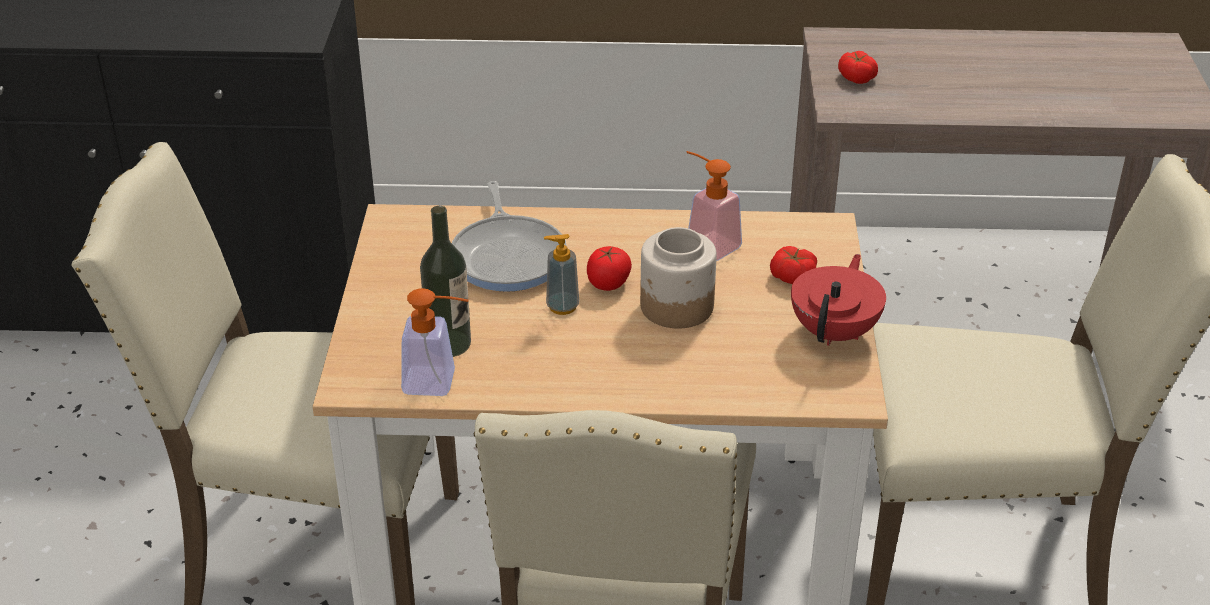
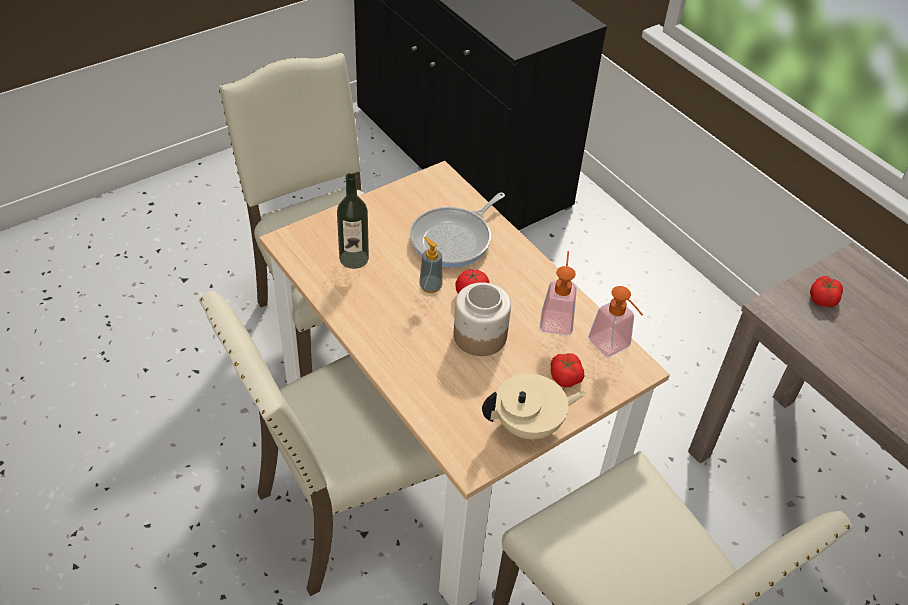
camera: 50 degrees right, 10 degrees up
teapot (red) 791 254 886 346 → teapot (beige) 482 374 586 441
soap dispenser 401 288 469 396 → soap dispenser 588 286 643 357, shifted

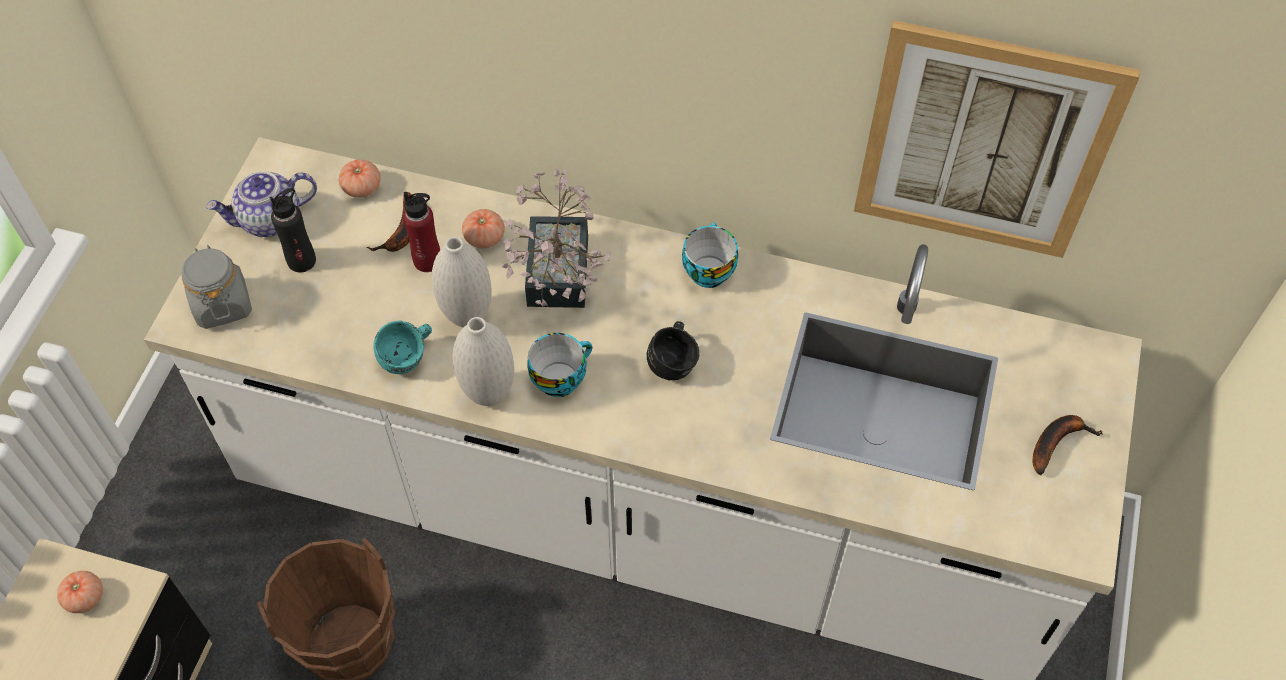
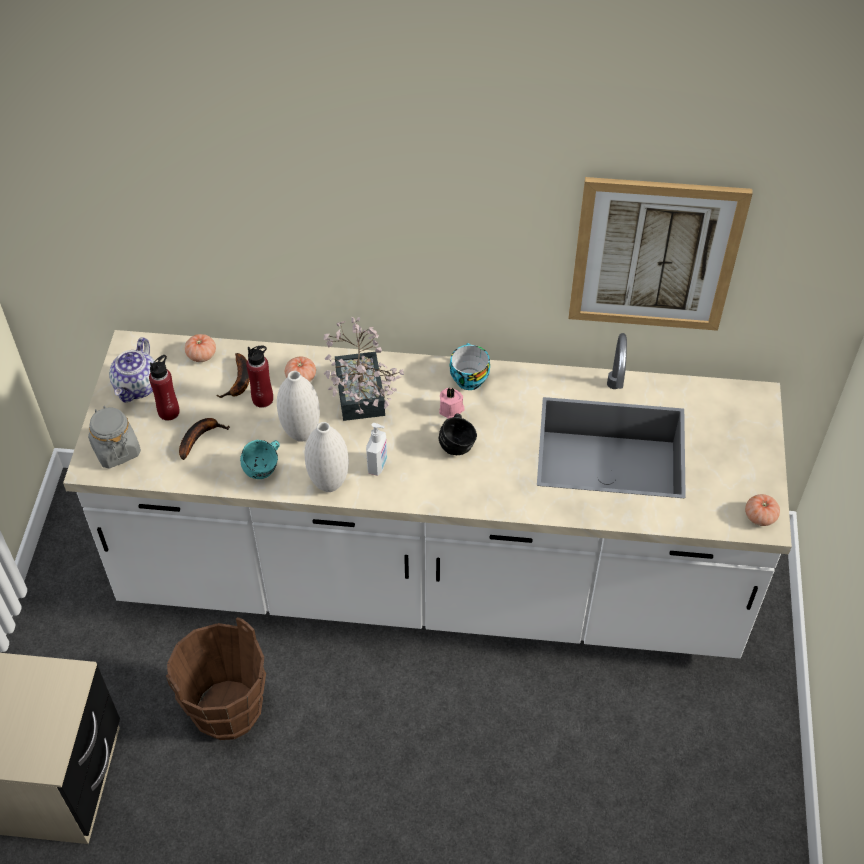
camera: 10 degrees left, 5 degrees down
teapot 206 171 317 237 → teapot 109 337 154 402, 45 degrees counterclockwise
bottle (black) 269 188 316 273 → bottle (red) 149 355 180 421
banana 1033 415 1103 475 → banana 179 418 230 460, shifted
cup 527 333 592 397 → soap dispenser 366 423 387 476
- → candle (pink) 439 387 465 419
tomato 57 571 103 613 → tomato 745 494 780 526, shifted

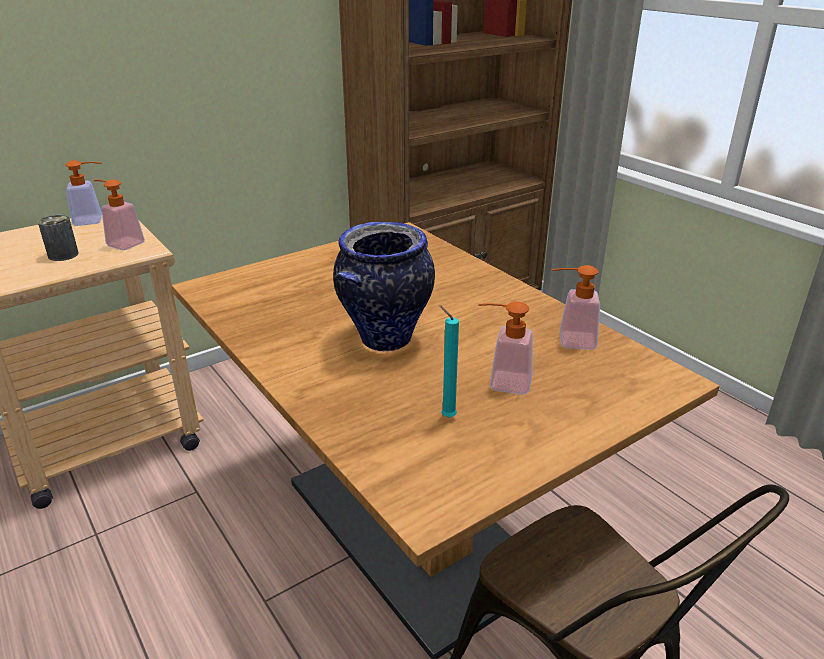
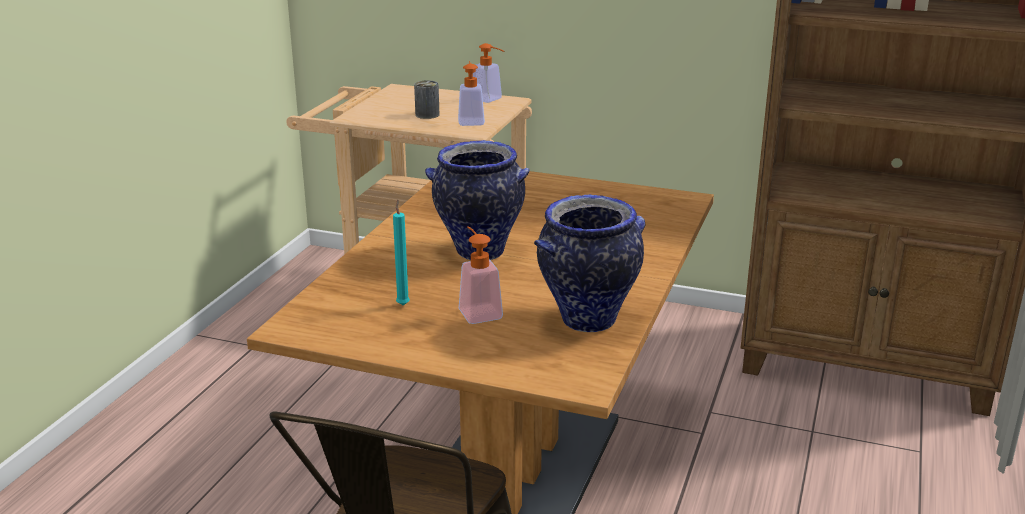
camera: 55 degrees right, 5 degrees down
soap dispenser 551 265 600 350 → vase 534 195 646 332

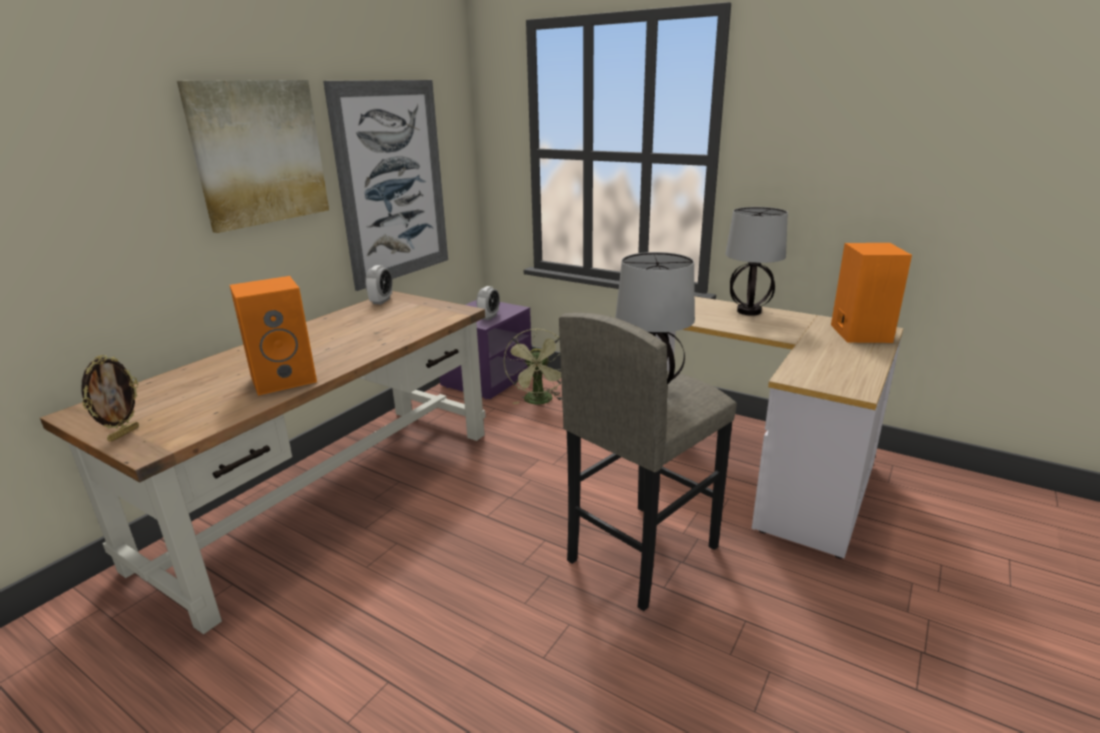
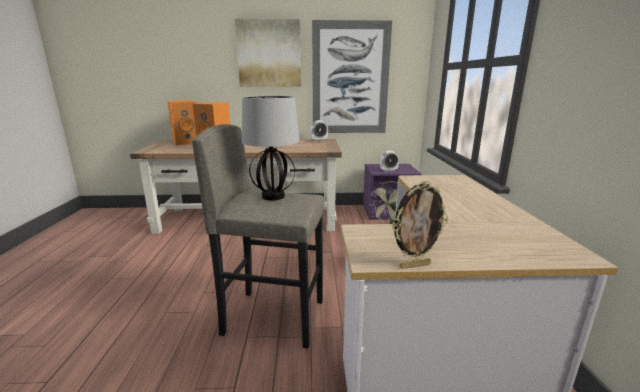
camera: 55 degrees right, 5 degrees down
speaker (orange) 831 243 912 343 → speaker (orange) 167 100 196 145, shifted
picture frame 82 355 139 442 → picture frame 392 181 448 269, shifted
table lamp 726 207 788 316 → -

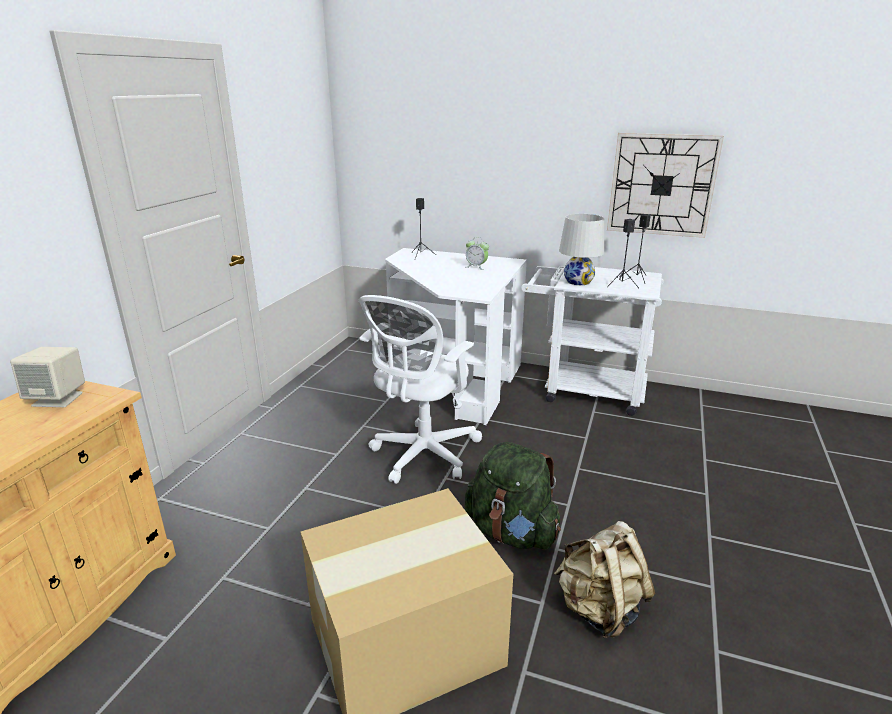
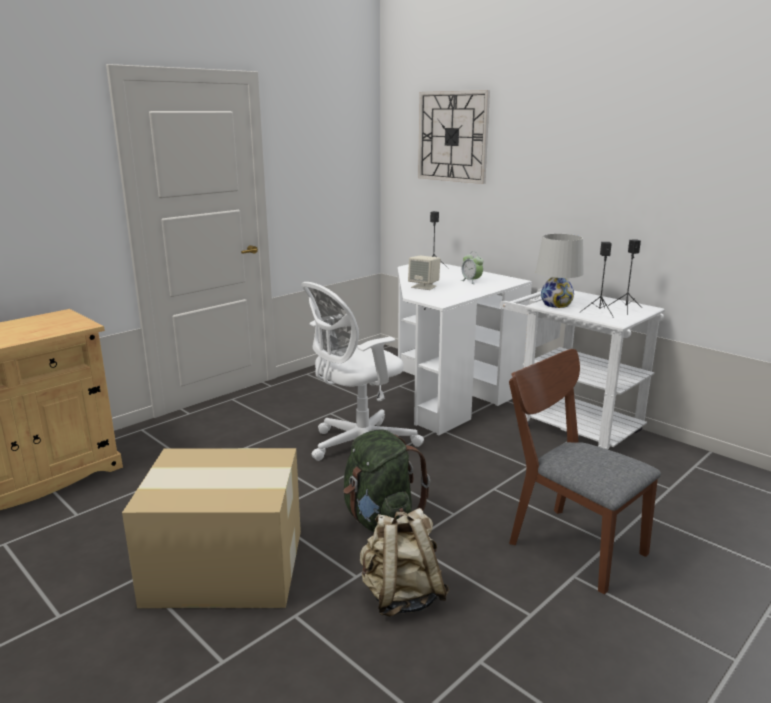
camera: 25 degrees right, 5 degrees down
speaker (beige) 10 347 85 407 → speaker (beige) 408 256 440 290, shifted
wall clock 607 133 724 238 → wall clock 418 90 490 184, shifted
- → chair (brown) 509 349 661 595

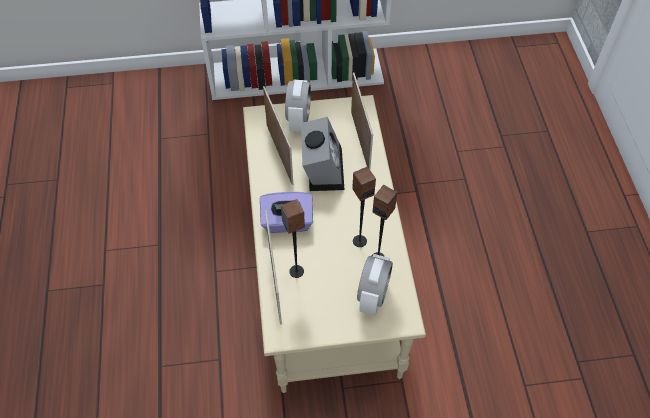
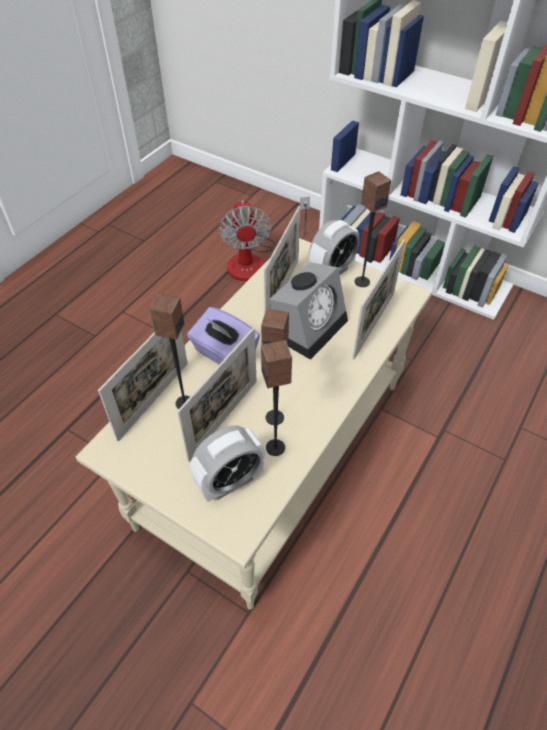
camera: 40 degrees right, 5 degrees down
- → picture frame 177 328 257 462
- → fan 219 197 310 281
- → speaker 355 171 391 287

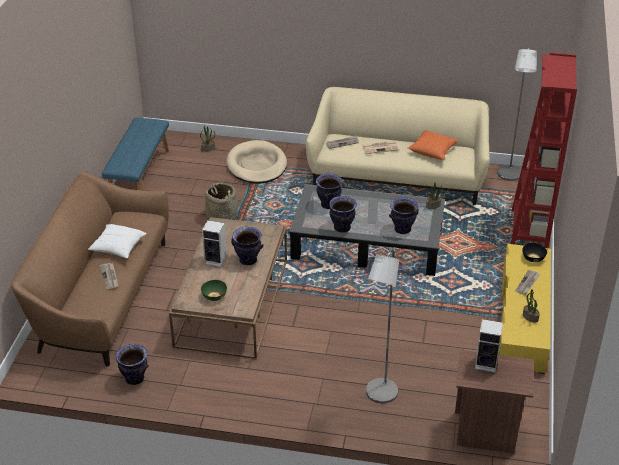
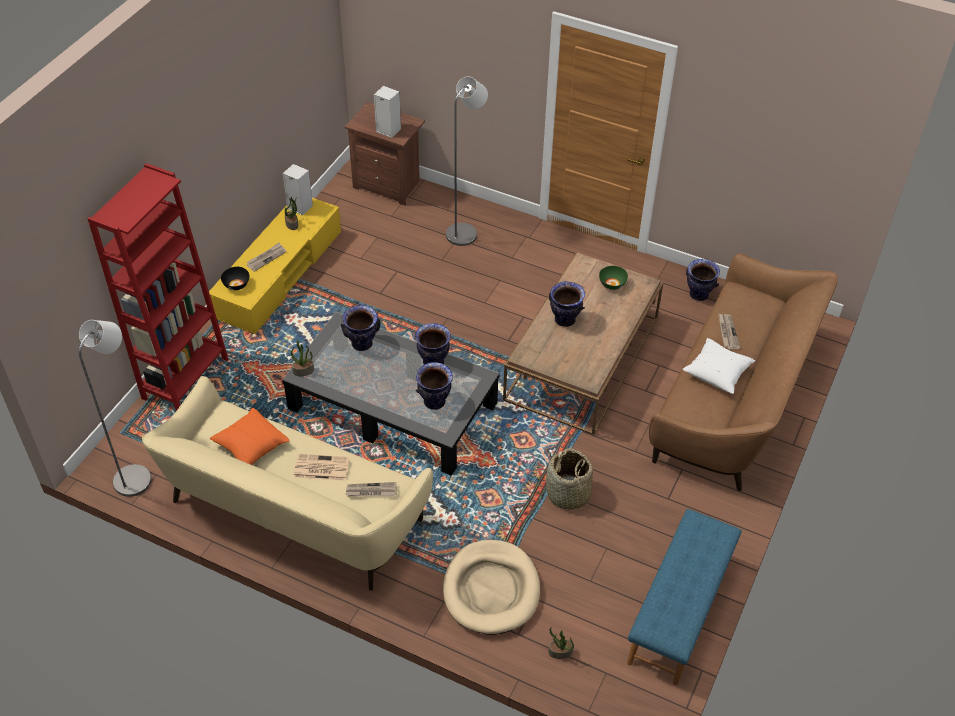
camera: 165 degrees left, 10 degrees up
speaker 202 220 227 267 → speaker 283 164 313 216, shifted

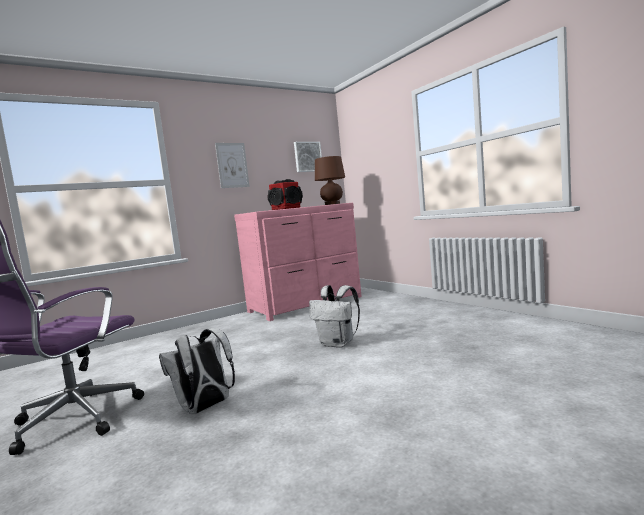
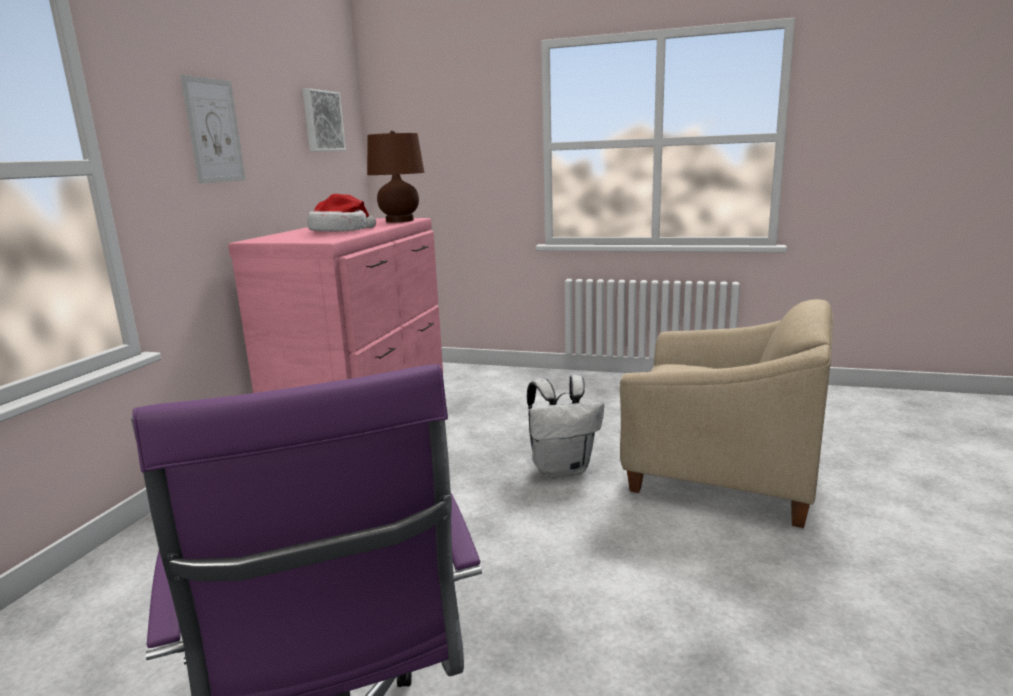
camera: 40 degrees left, 10 degrees up
speaker 267 179 303 210 → hat 307 194 376 232
- → armchair (beige) 620 299 833 528
backpack (white) 159 329 235 414 → -

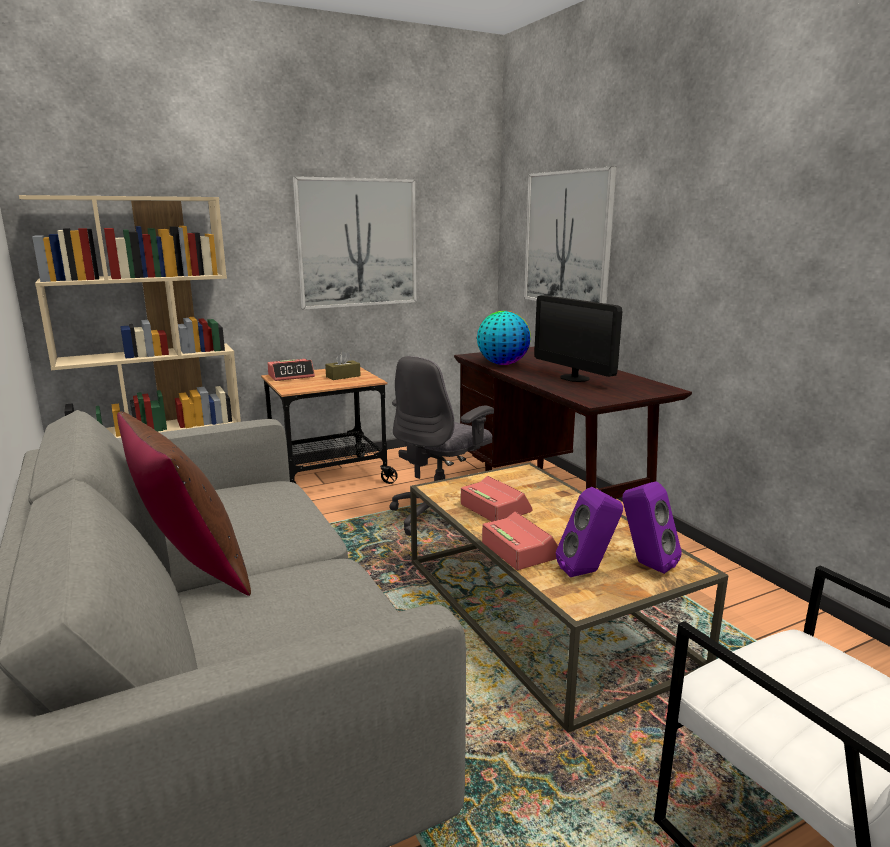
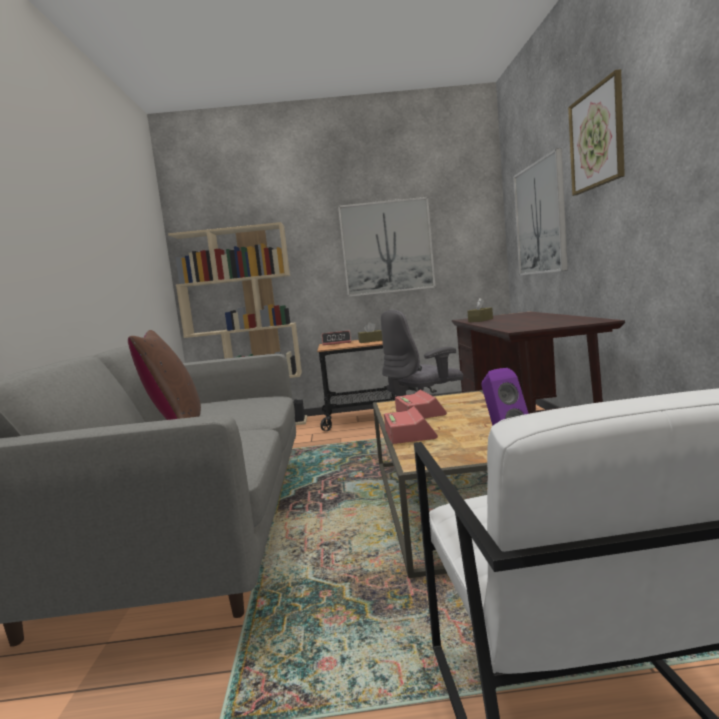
camera: 25 degrees right, 10 degrees down
globe 477 311 531 365 → tissue box (brown) 467 298 493 322
- → picture 568 69 625 196
monitor 535 295 622 382 → -
speaker (purple) 556 487 623 577 → -

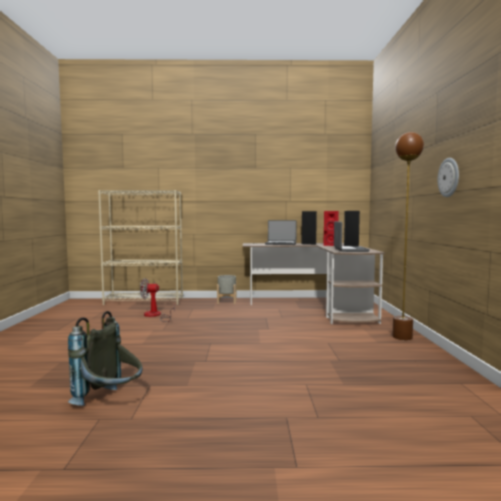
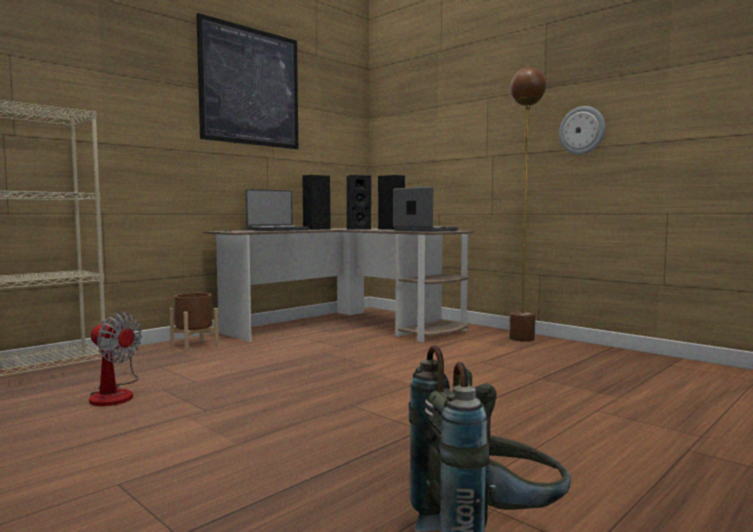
camera: 45 degrees left, 0 degrees up
fan 140 278 175 322 → fan 89 312 142 406, 105 degrees counterclockwise
planter (grey) 217 275 236 304 → planter (brown) 169 293 219 351
- → picture 196 13 298 149
speaker (red) 323 211 339 246 → speaker (black) 347 175 371 230

